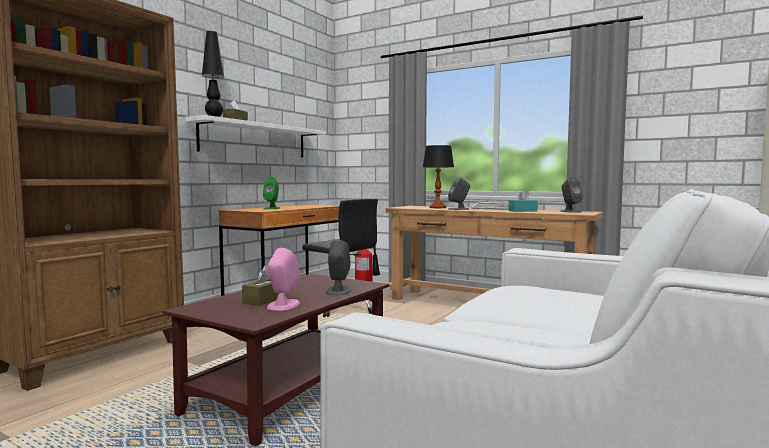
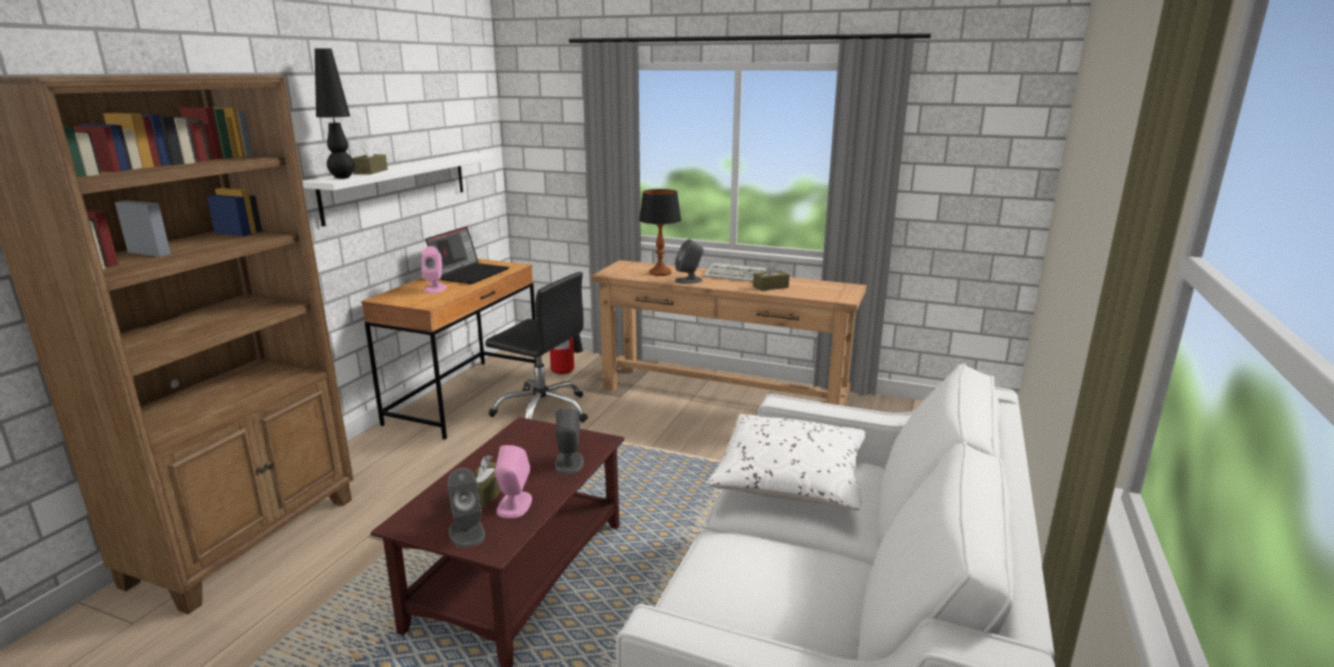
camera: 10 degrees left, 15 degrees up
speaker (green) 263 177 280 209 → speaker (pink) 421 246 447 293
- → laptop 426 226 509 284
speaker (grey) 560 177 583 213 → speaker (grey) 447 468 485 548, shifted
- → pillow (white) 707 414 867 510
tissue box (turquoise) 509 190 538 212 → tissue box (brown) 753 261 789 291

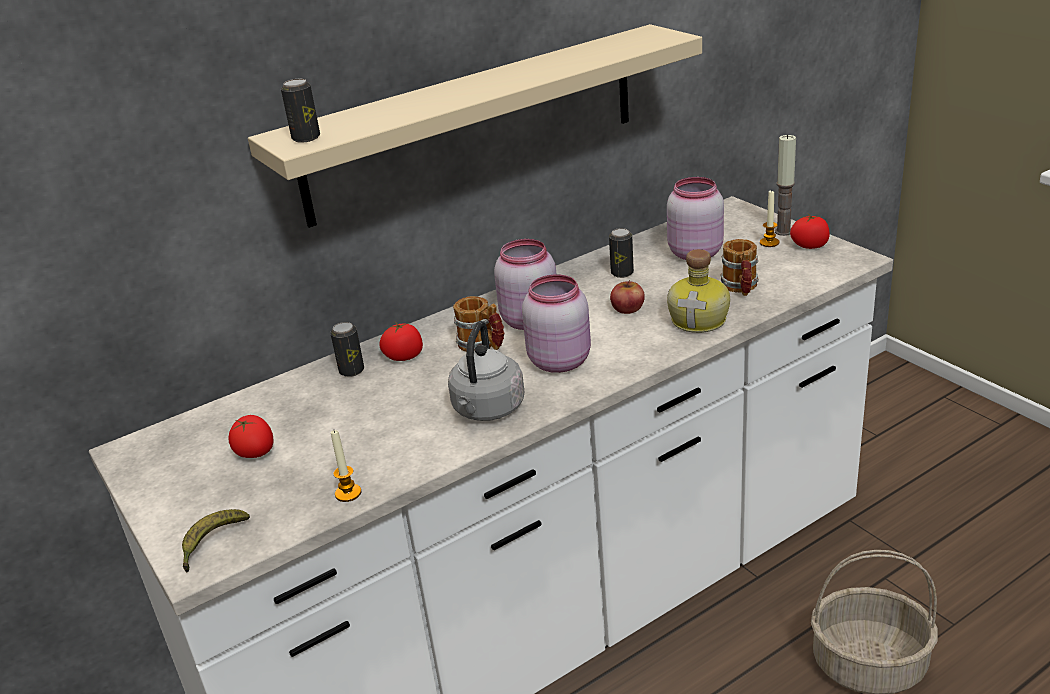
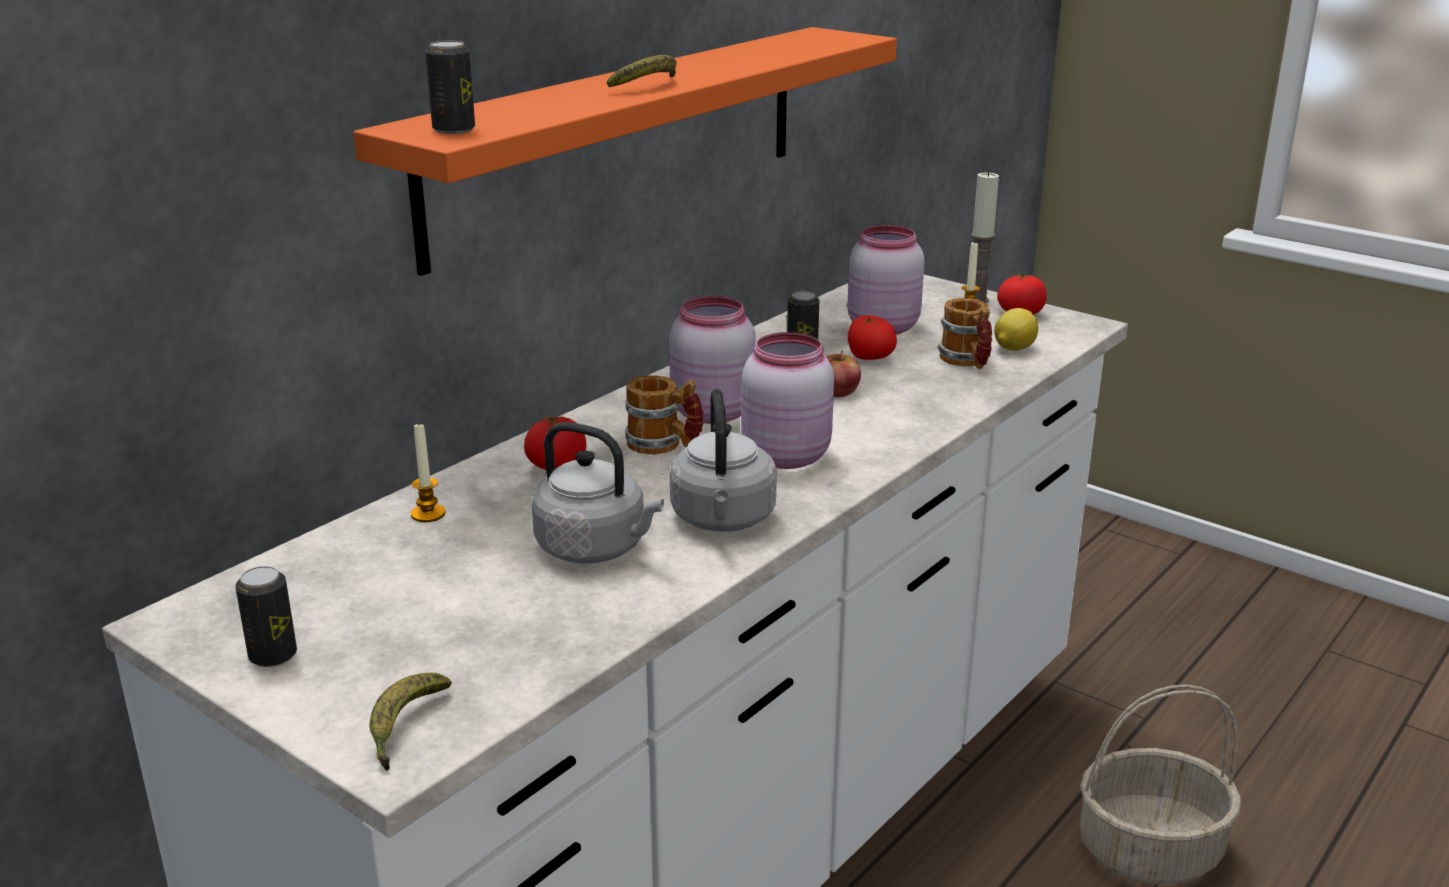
camera: 20 degrees left, 5 degrees down
can 330 322 364 377 → can 235 566 297 667, shifted
shelf (beige) 248 24 702 228 → shelf (orange) 353 27 897 276
candle 331 430 361 502 → candle 411 422 446 522, shifted
- → kettle (grey) 532 422 664 563
- → banana 607 55 677 87
tomato 229 415 273 458 → tomato 848 316 897 360, shifted
- → lemon 994 308 1038 351
bottle 667 249 730 333 → -

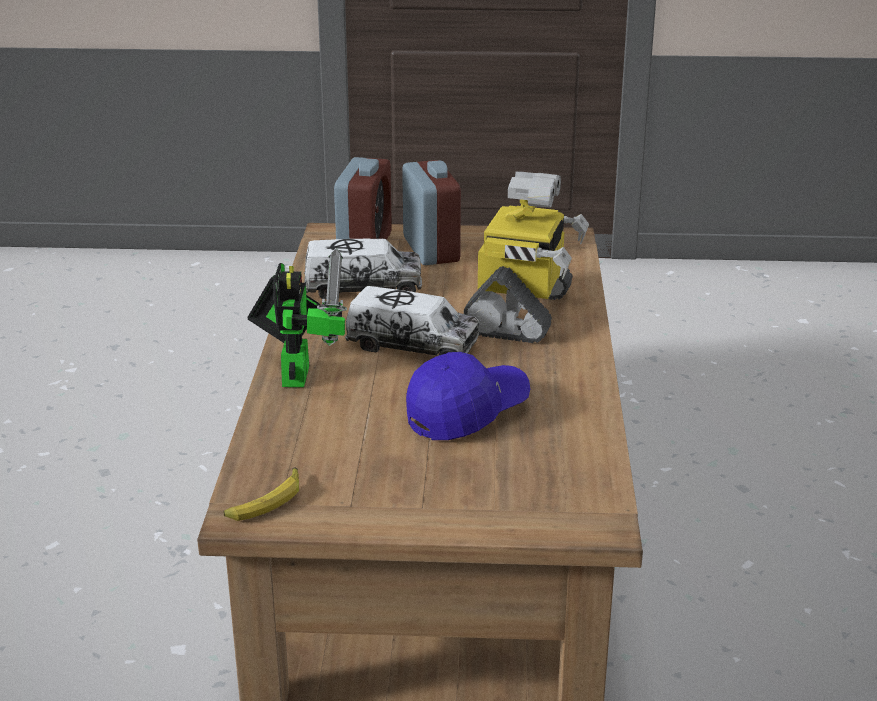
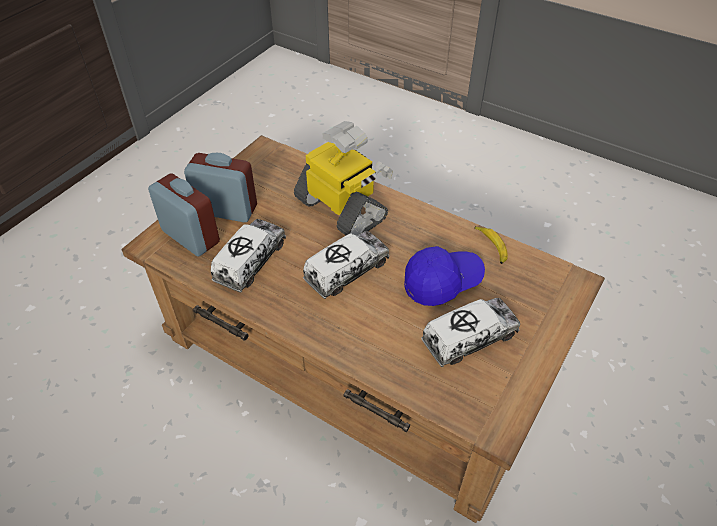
camera: 60 degrees left, 20 degrees up
cap (blue) 406 352 530 440 → cap (blue) 404 246 485 306, 75 degrees clockwise
- → toy truck 421 298 520 367
banana 223 467 299 521 → banana 474 226 508 264, shifted
toy robot 247 248 347 387 → -

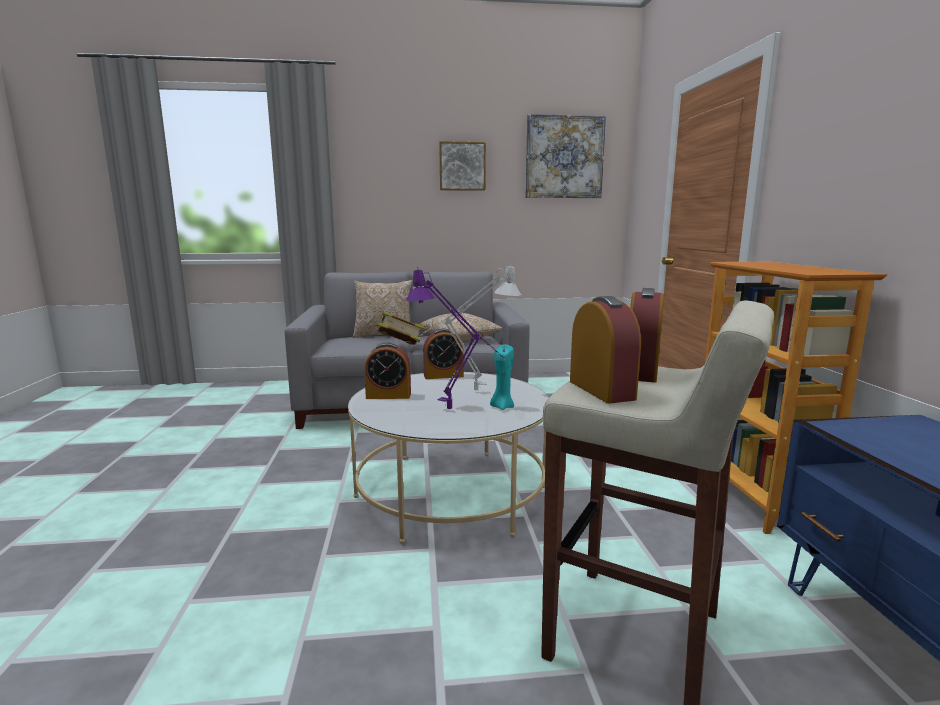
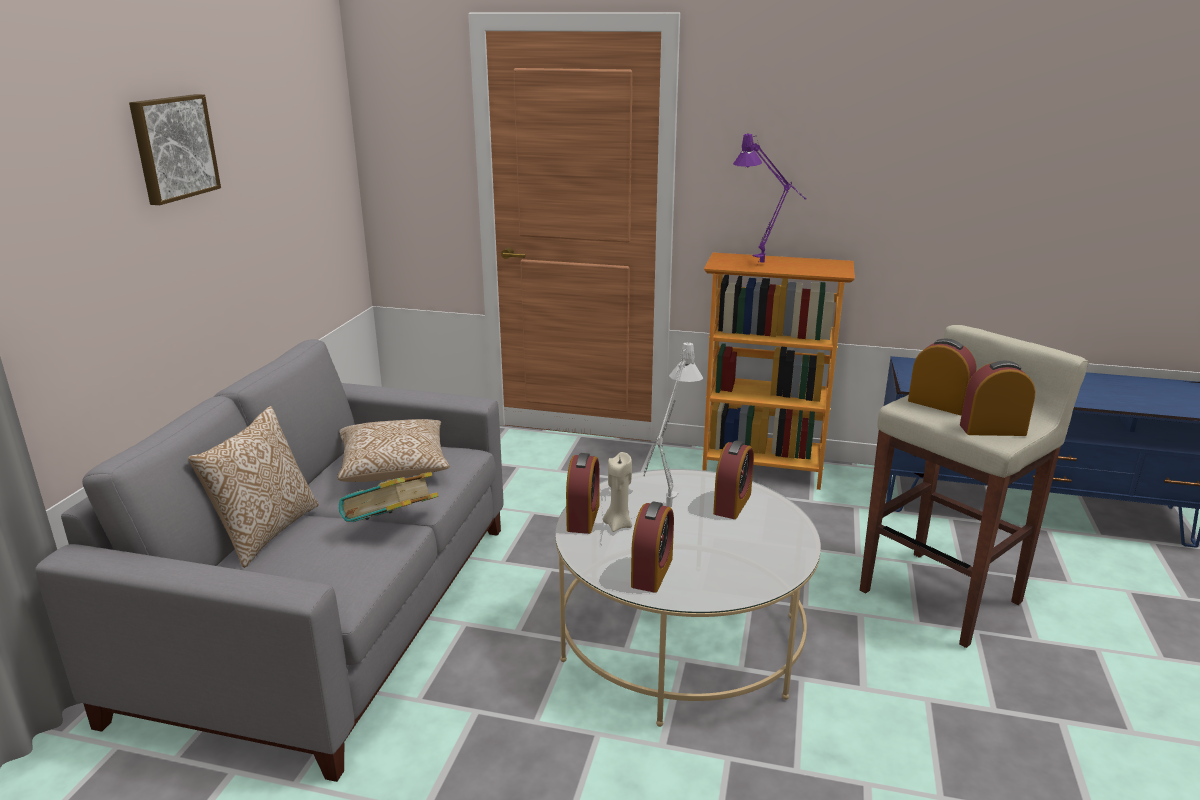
camera: 70 degrees left, 10 degrees up
- → candle (beige) 603 452 632 532
candle (turquoise) 490 344 514 410 → alarm clock 713 441 754 519
table lamp (purple) 406 267 505 409 → table lamp (purple) 733 134 806 263, shifted
picture 525 114 606 198 → -

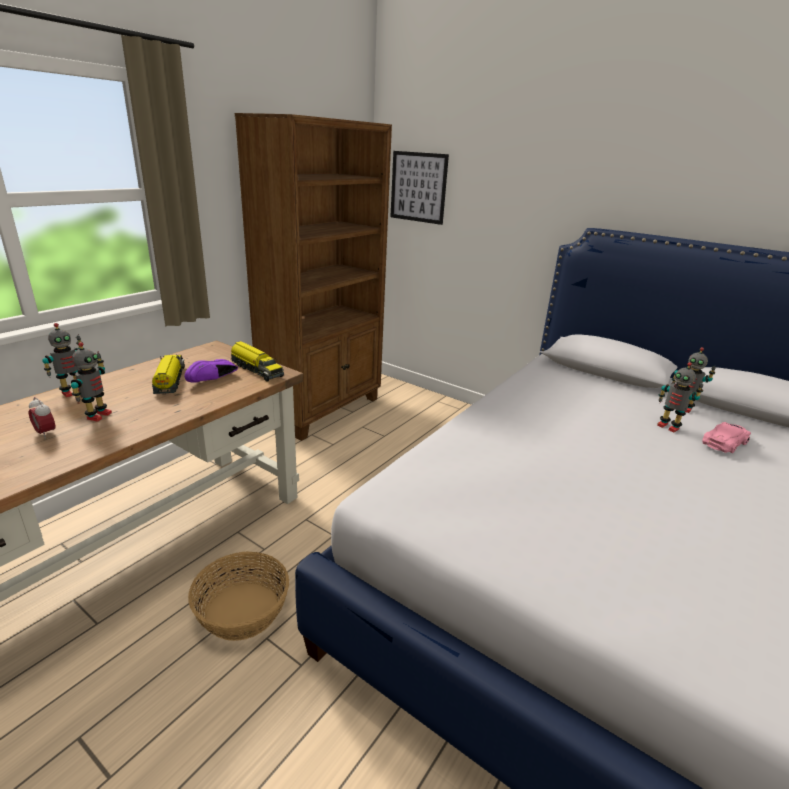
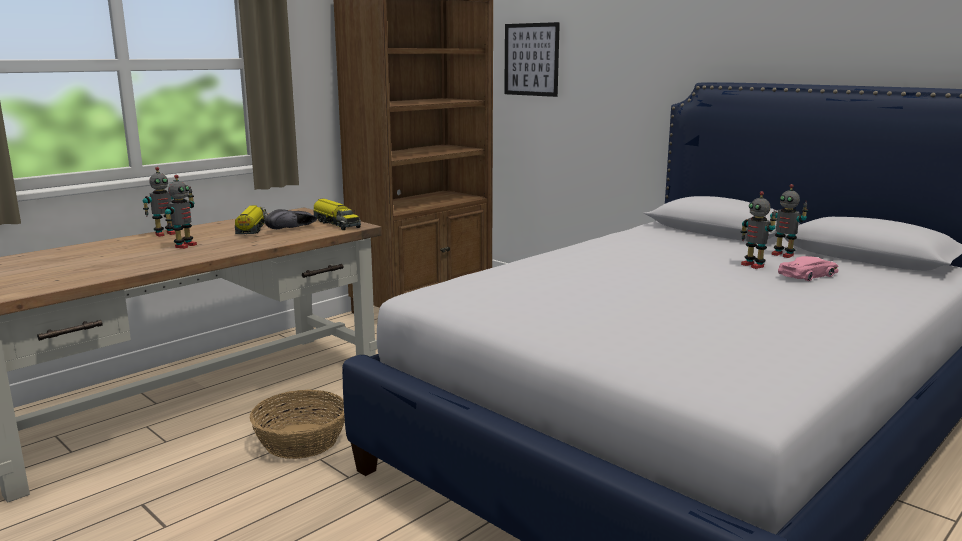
camera: 10 degrees right, 10 degrees down
shoe (purple) 185 359 238 383 → shoe (black) 265 209 317 229
alarm clock 29 397 55 439 → -

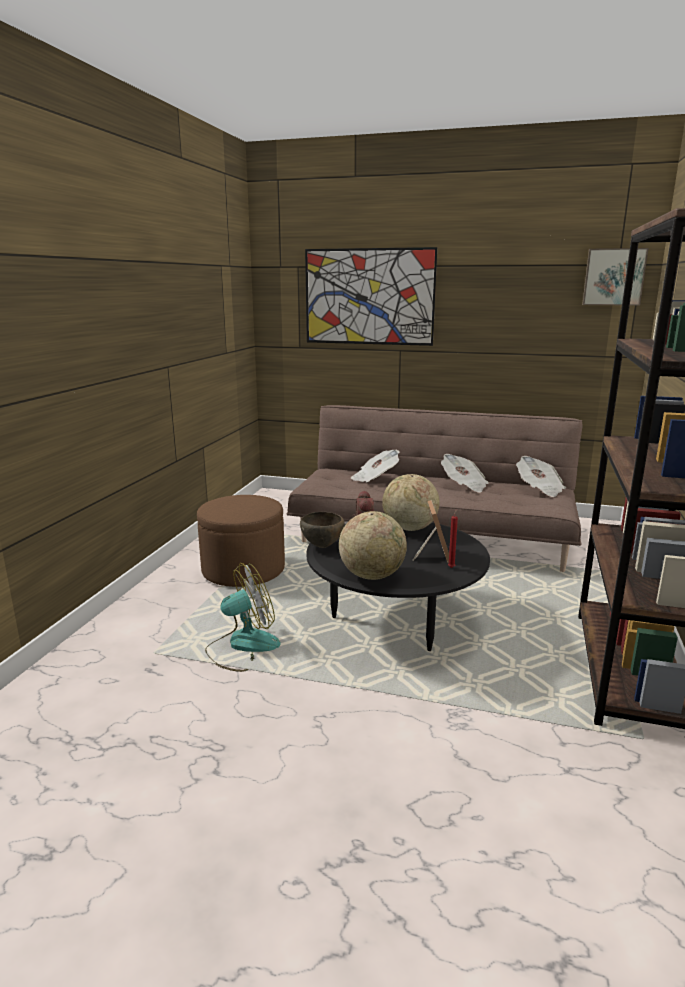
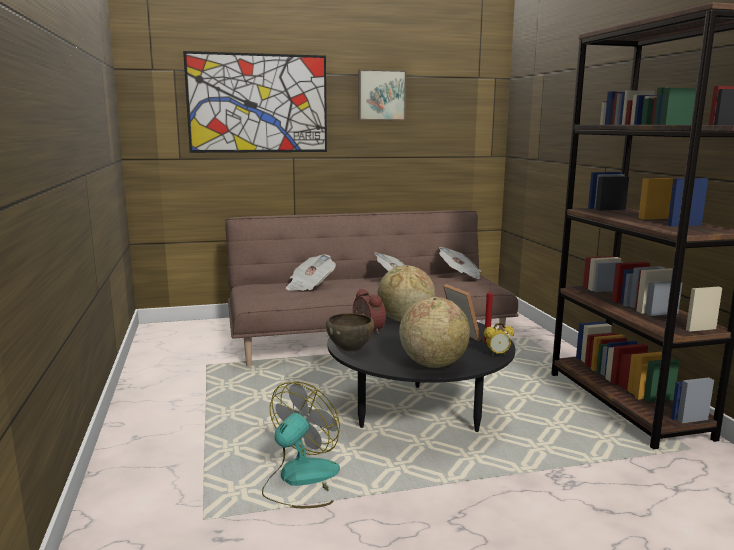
camera: 30 degrees left, 5 degrees down
picture 582 248 649 306 → picture 358 69 406 120, shifted
- → alarm clock 484 323 514 356
ottoman (brown) 197 495 285 587 → -

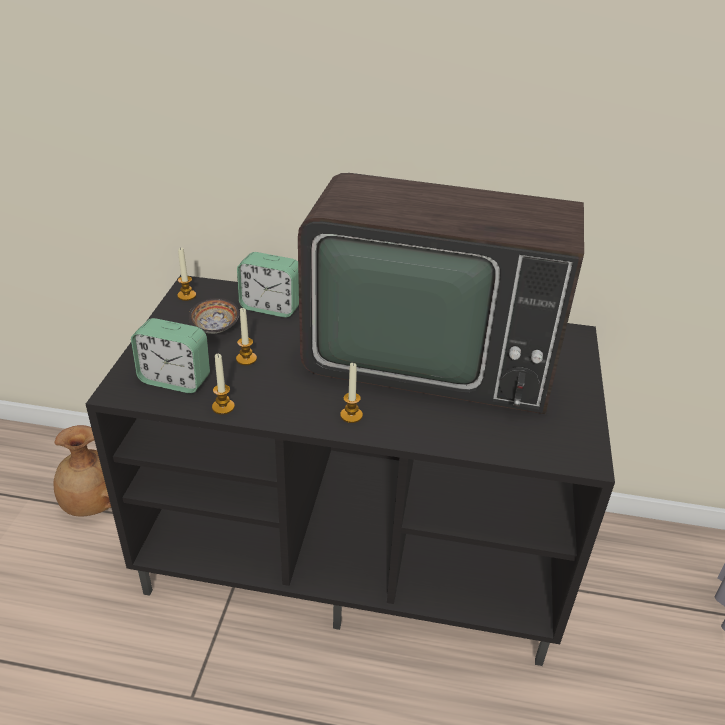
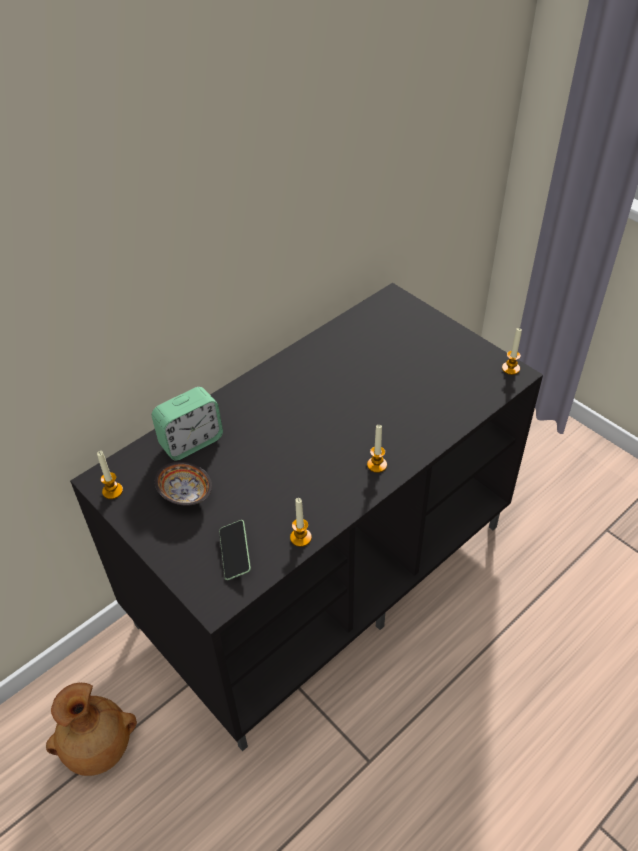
camera: 50 degrees left, 10 degrees up
alarm clock 131 318 210 393 → phone 219 520 251 580
candle 236 308 257 365 → candle 502 328 522 375, shifted
television 298 173 584 414 → -

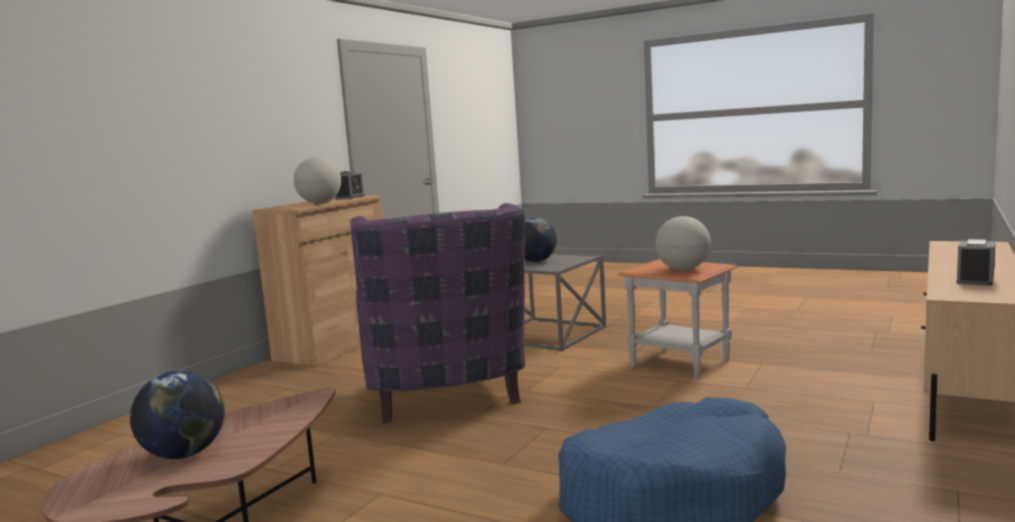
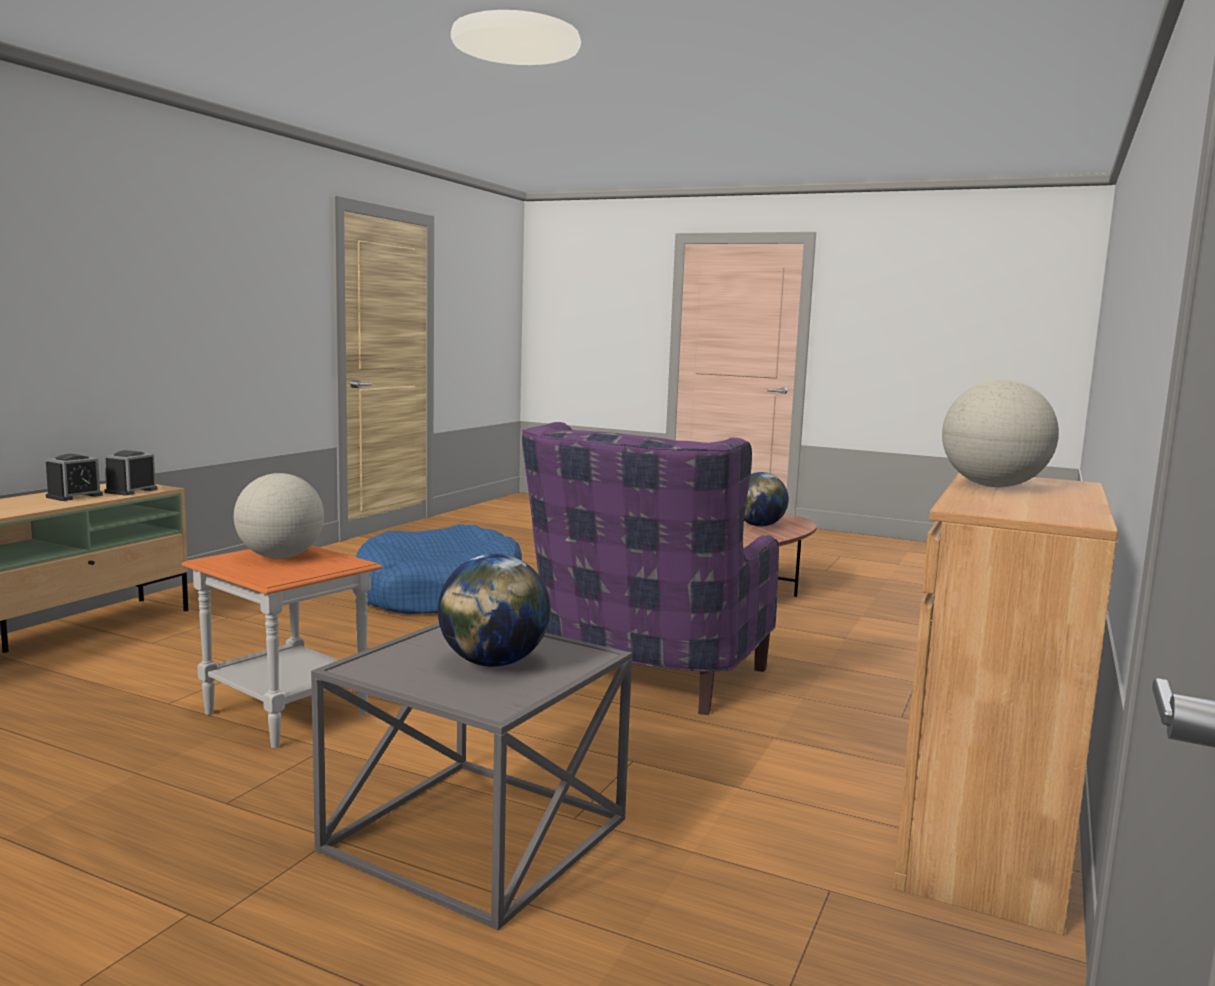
camera: 175 degrees right, 0 degrees up
alarm clock 335 171 365 199 → alarm clock 104 450 157 495, shifted
armchair (purple) 350 203 526 424 → armchair (purple) 522 422 779 715, 135 degrees counterclockwise

